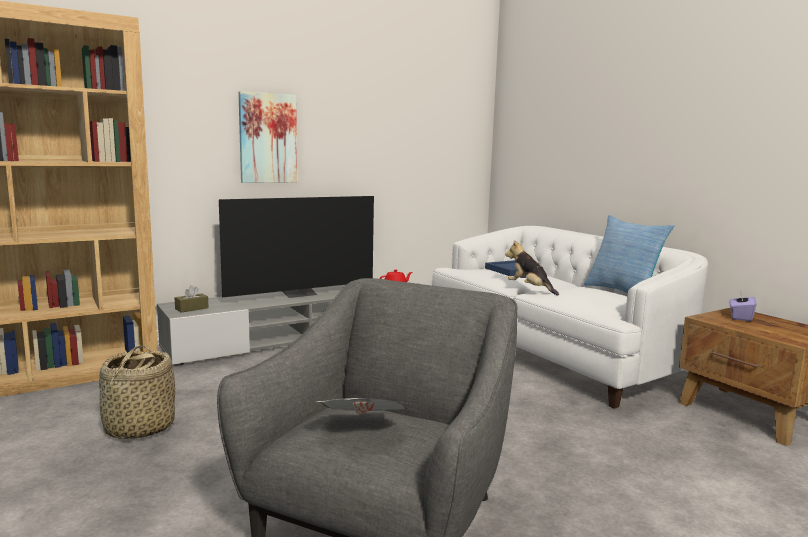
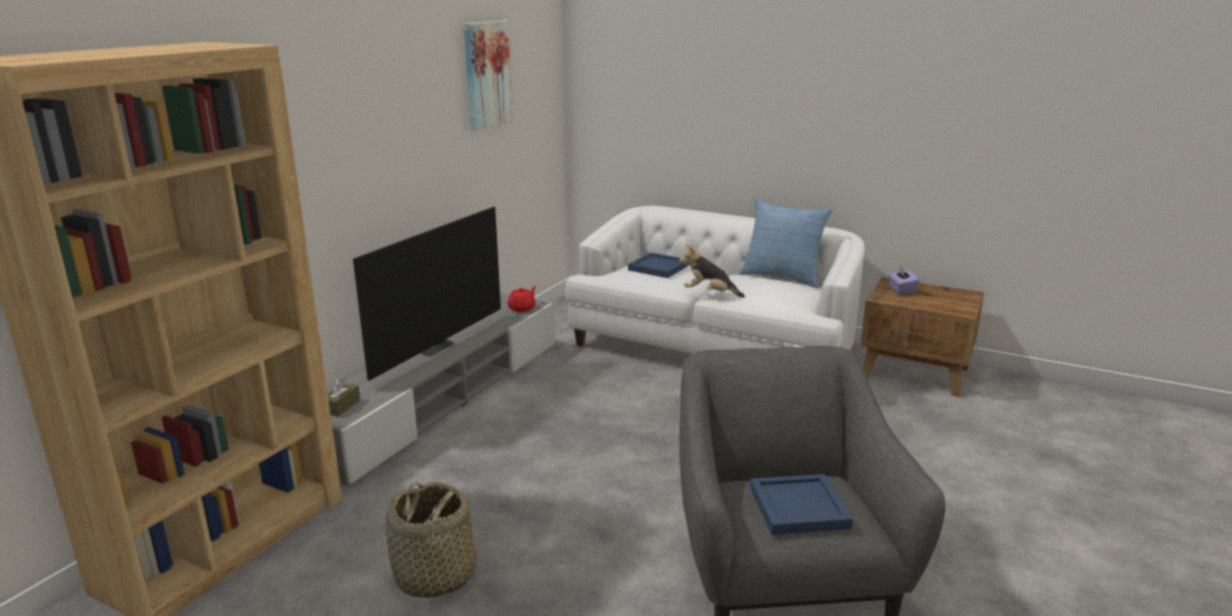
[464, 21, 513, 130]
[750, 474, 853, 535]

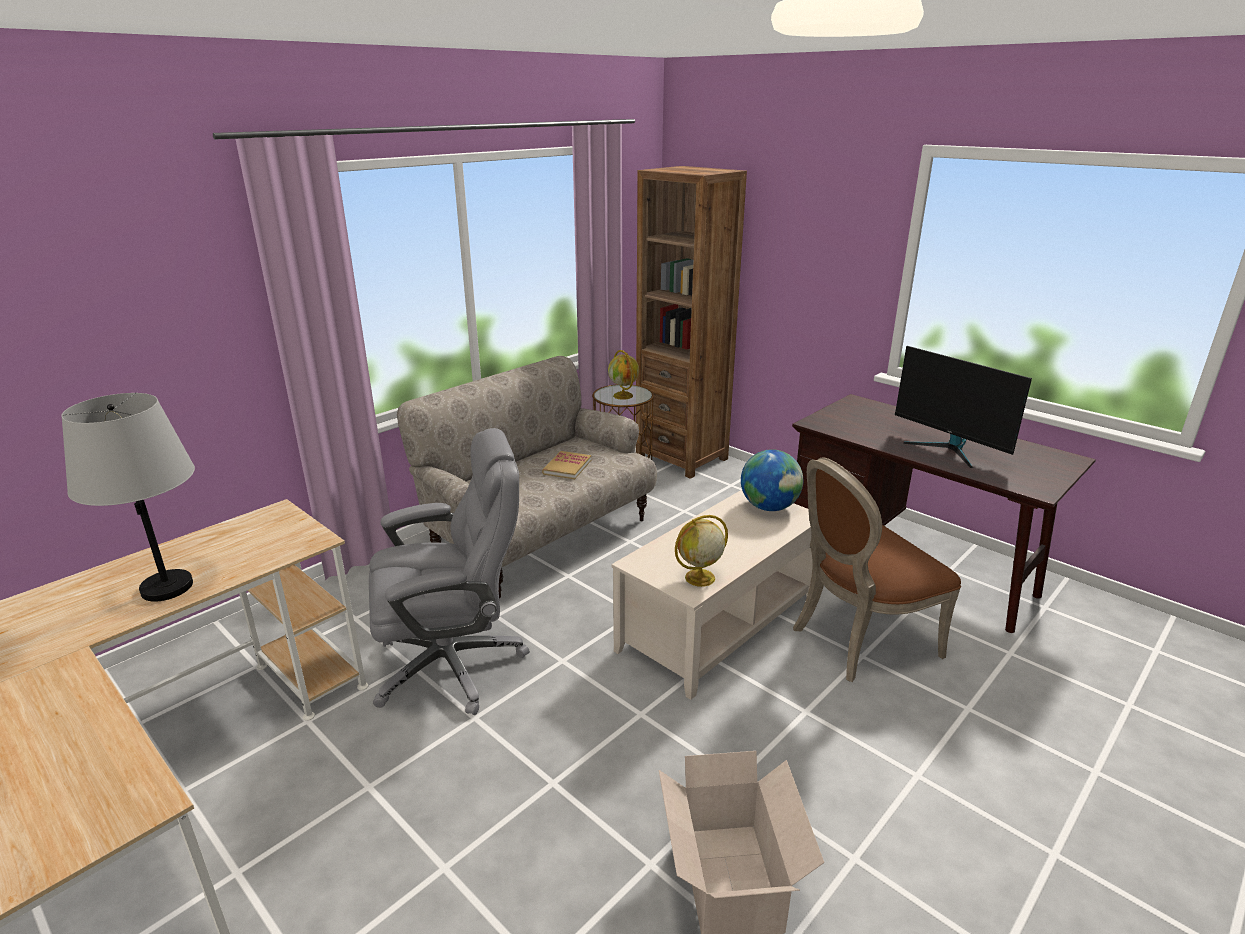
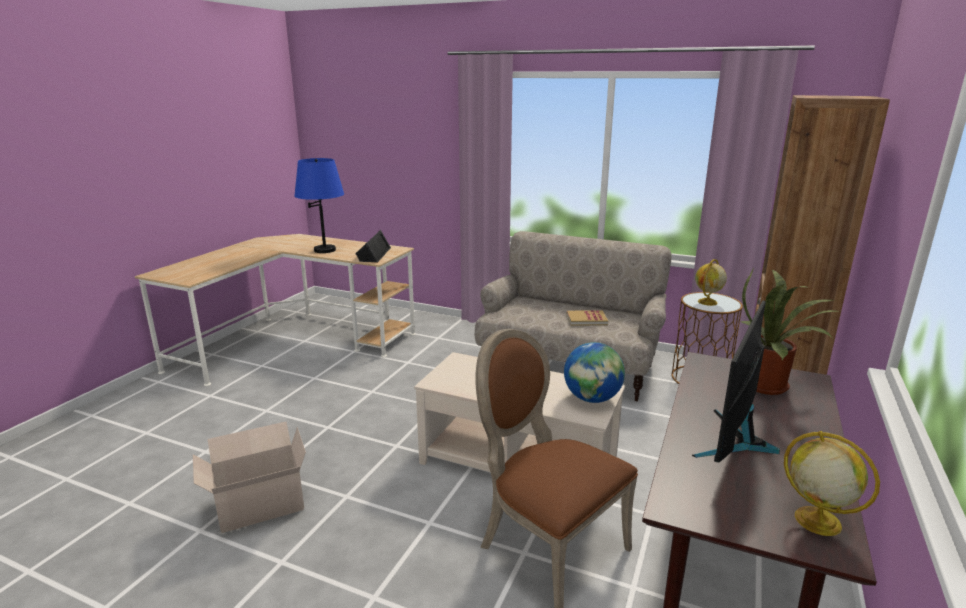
[294, 158, 344, 253]
[355, 230, 391, 262]
[741, 268, 840, 395]
[784, 431, 880, 536]
[369, 428, 530, 715] (first image)

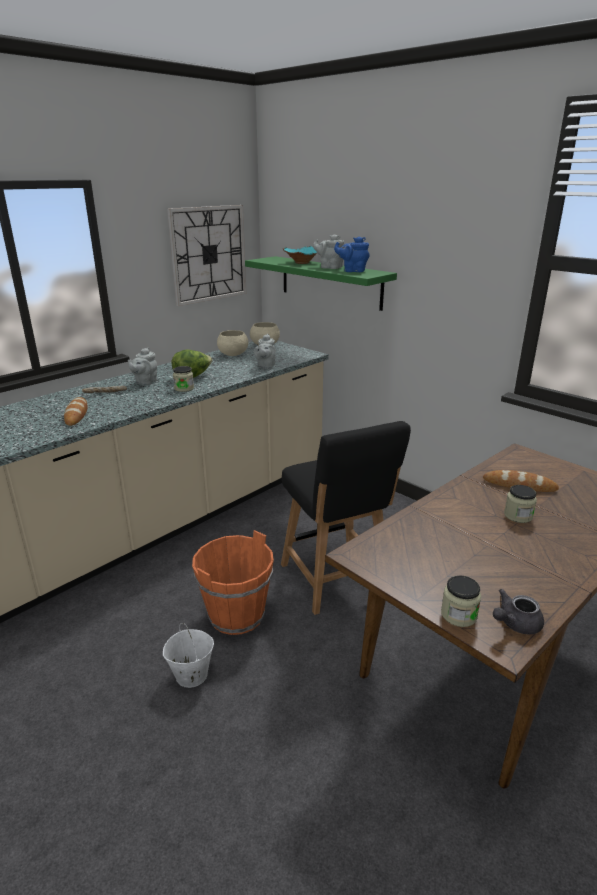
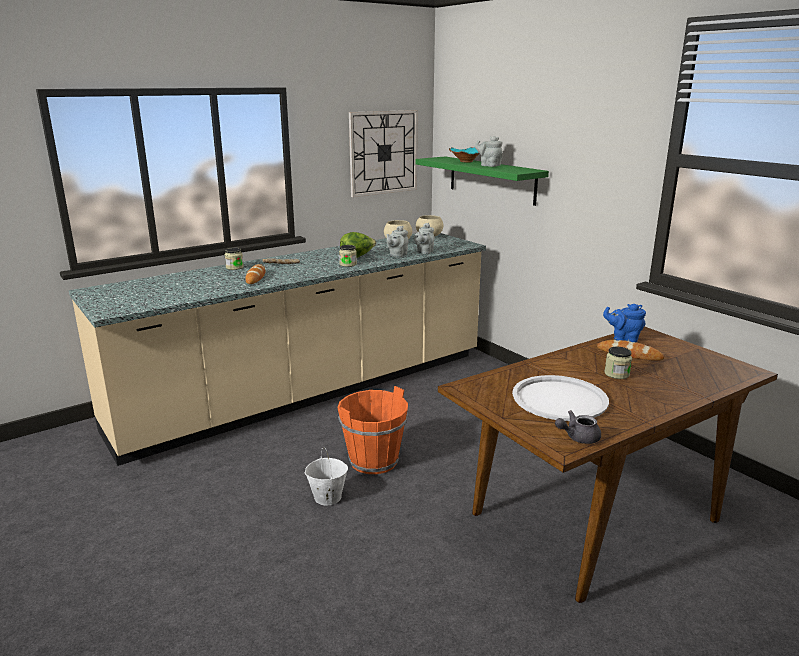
[224, 248, 244, 270]
[387, 226, 409, 258]
[512, 375, 609, 421]
[603, 304, 646, 342]
[281, 421, 411, 615] (first image)

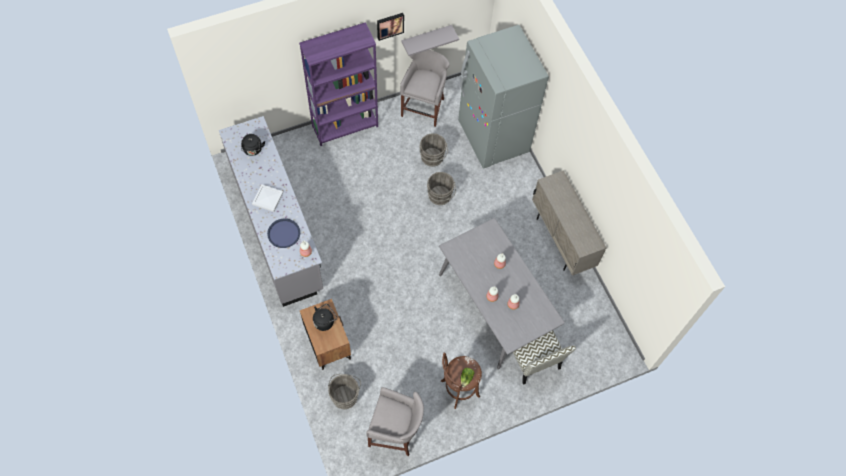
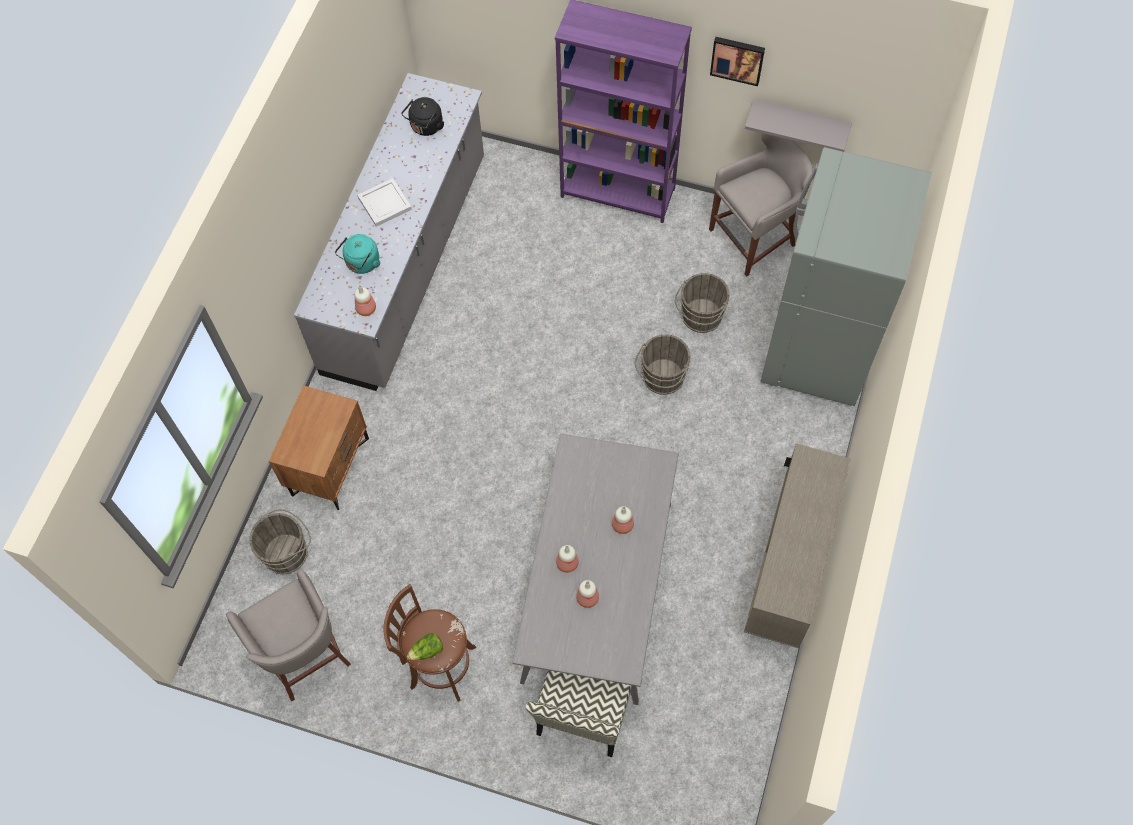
[335, 234, 380, 274]
[313, 304, 337, 331] (first image)

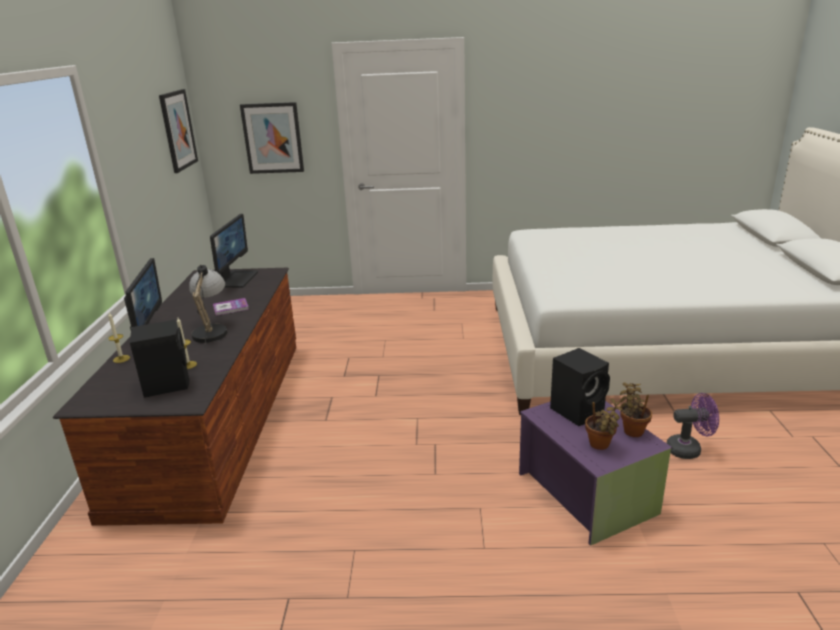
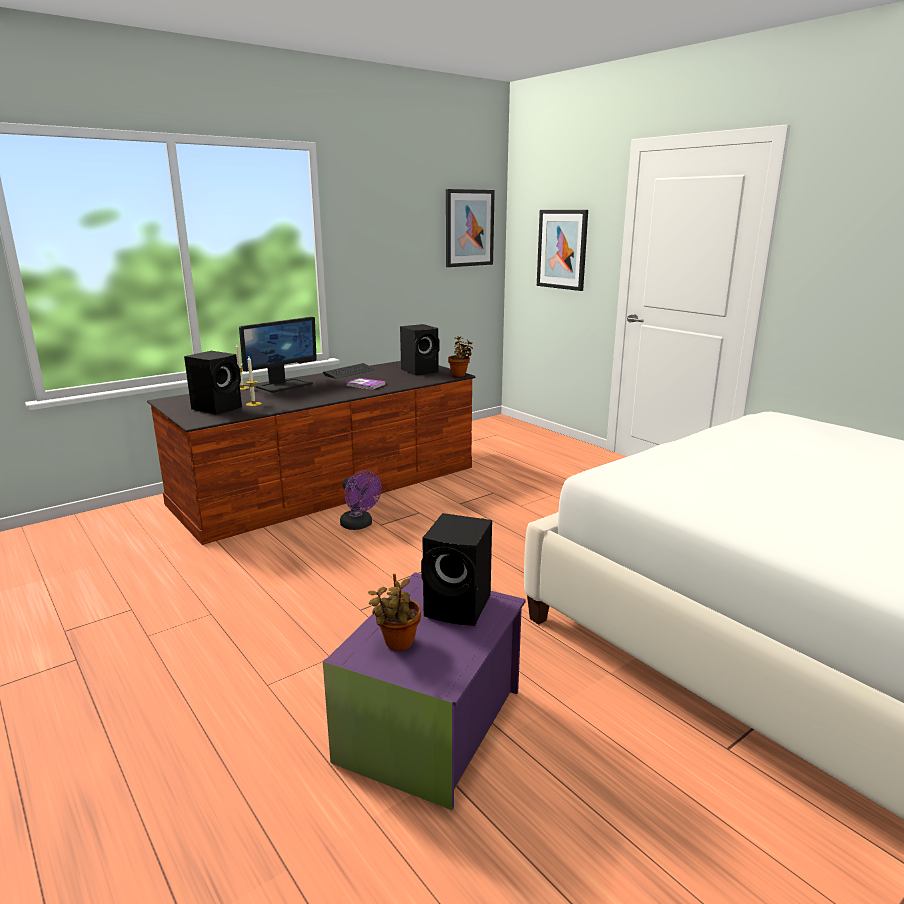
[323, 363, 375, 379]
[340, 470, 382, 530]
[400, 324, 440, 375]
[448, 336, 473, 377]
[189, 265, 228, 349] (first image)

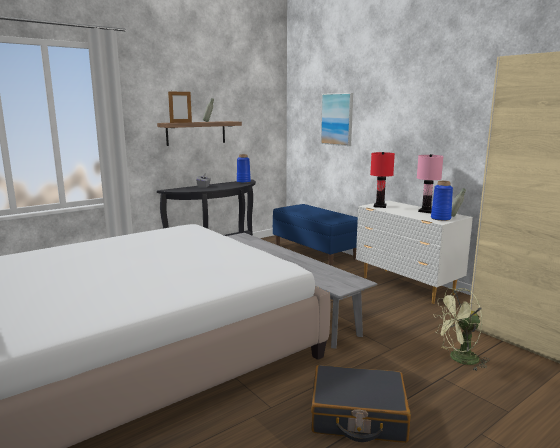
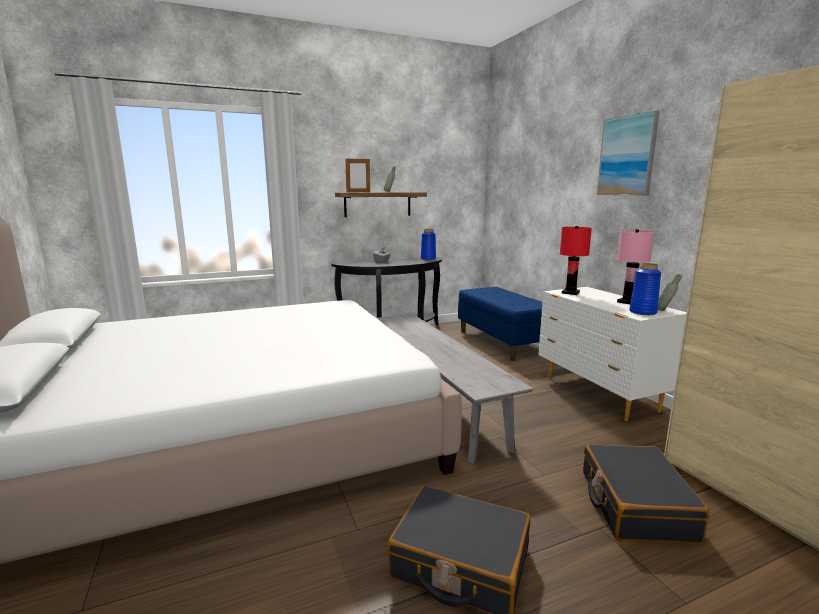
[583, 444, 710, 543]
[597, 110, 660, 196]

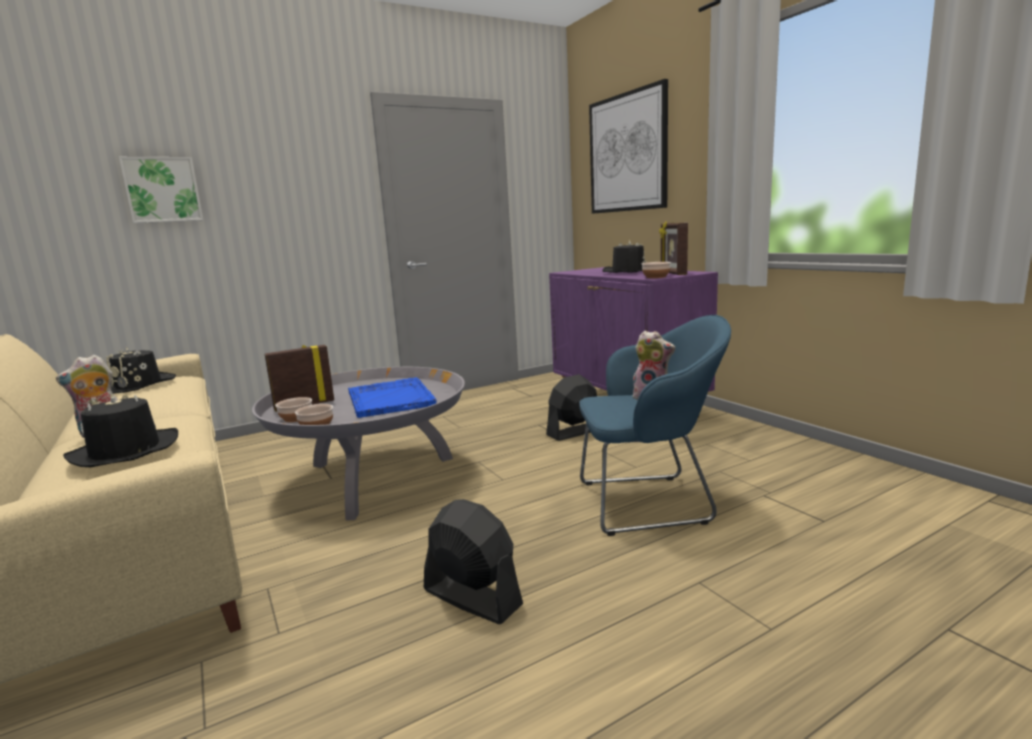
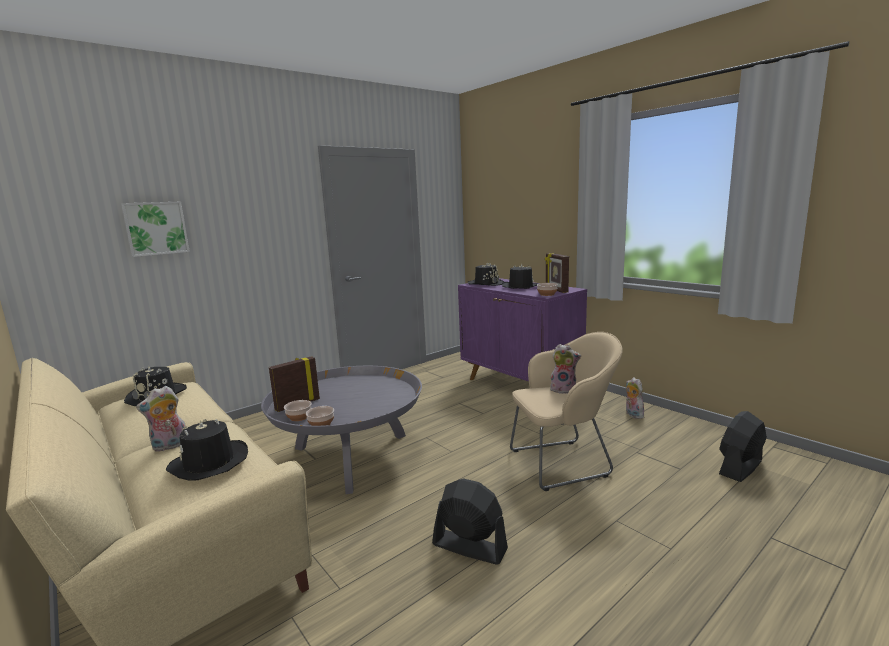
[468, 263, 504, 286]
[510, 332, 622, 491]
[626, 377, 644, 419]
[719, 411, 767, 482]
[348, 377, 436, 418] (first image)
[589, 79, 668, 214] (first image)

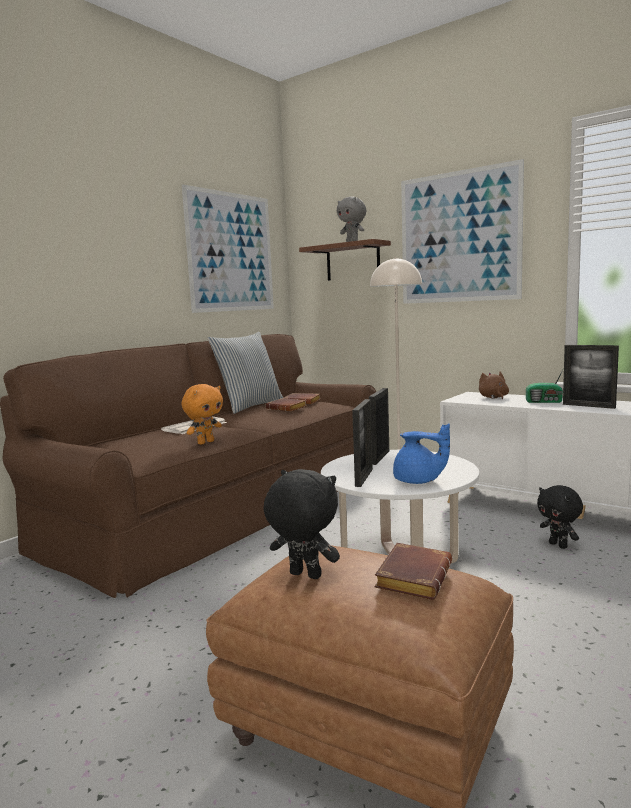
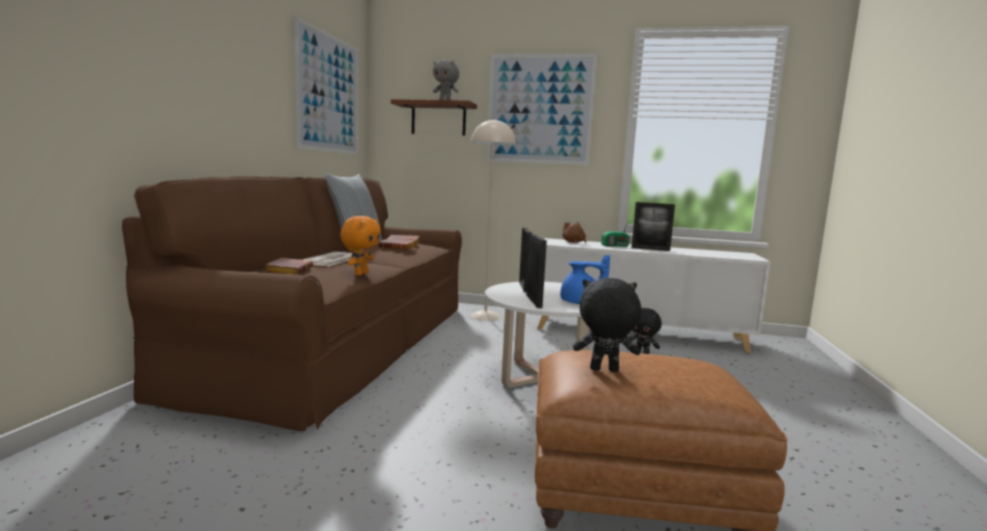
[264, 258, 313, 275]

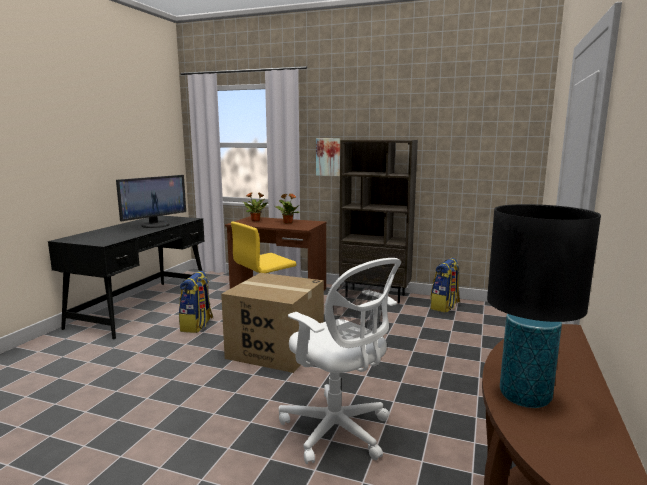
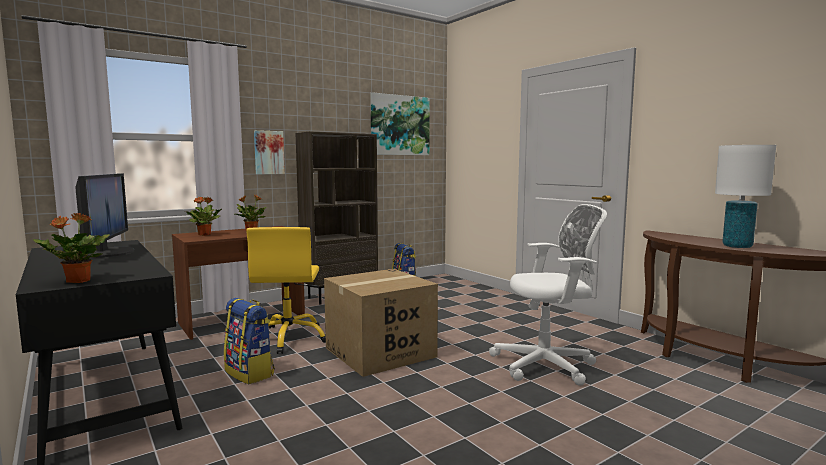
[33, 213, 110, 283]
[370, 92, 430, 155]
[715, 145, 776, 248]

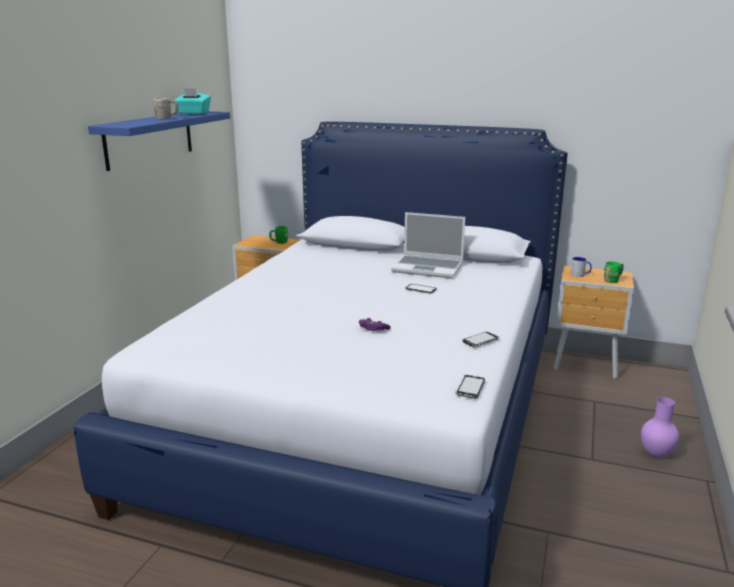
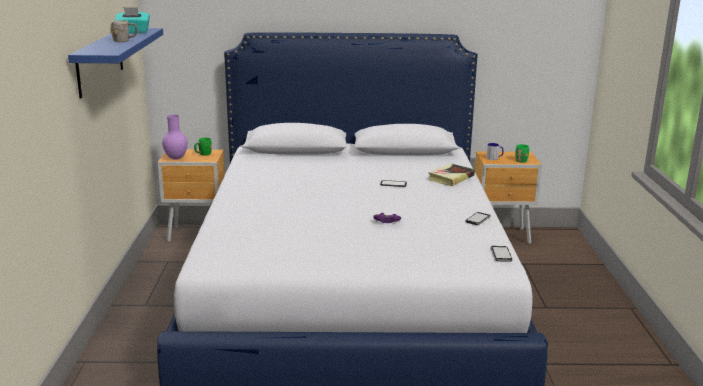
[162, 115, 188, 160]
[428, 163, 475, 186]
[391, 212, 465, 279] (first image)

